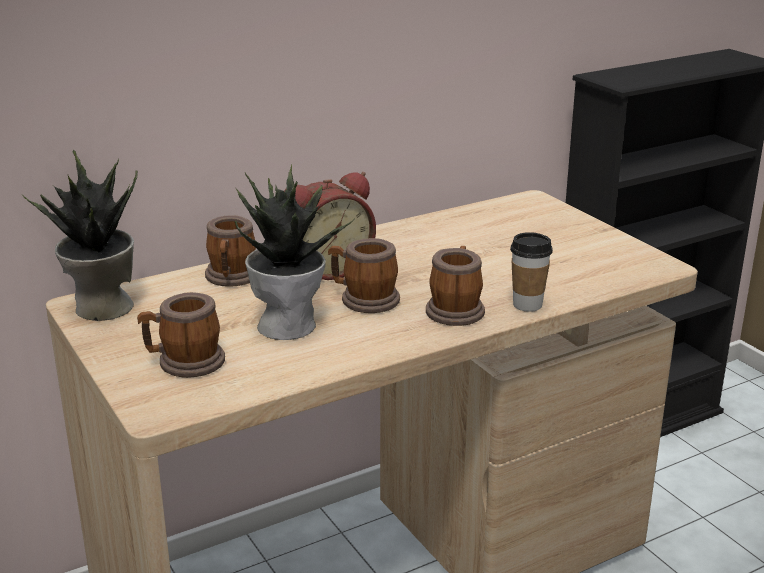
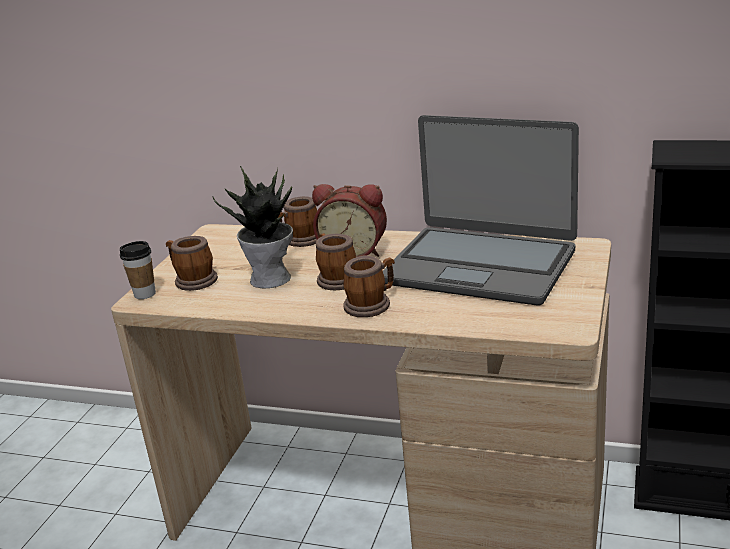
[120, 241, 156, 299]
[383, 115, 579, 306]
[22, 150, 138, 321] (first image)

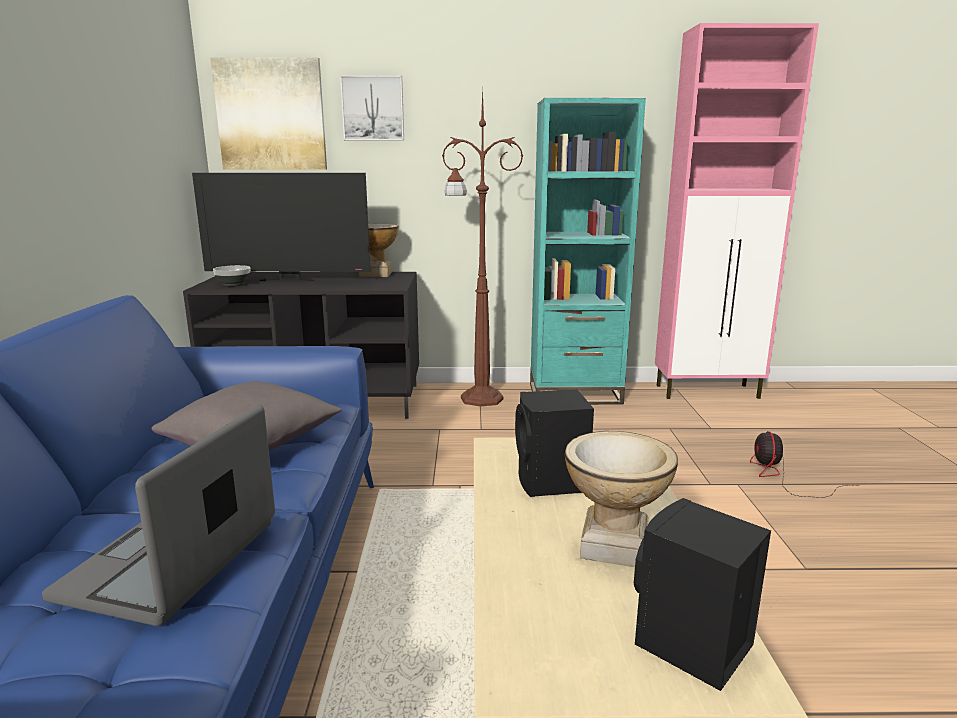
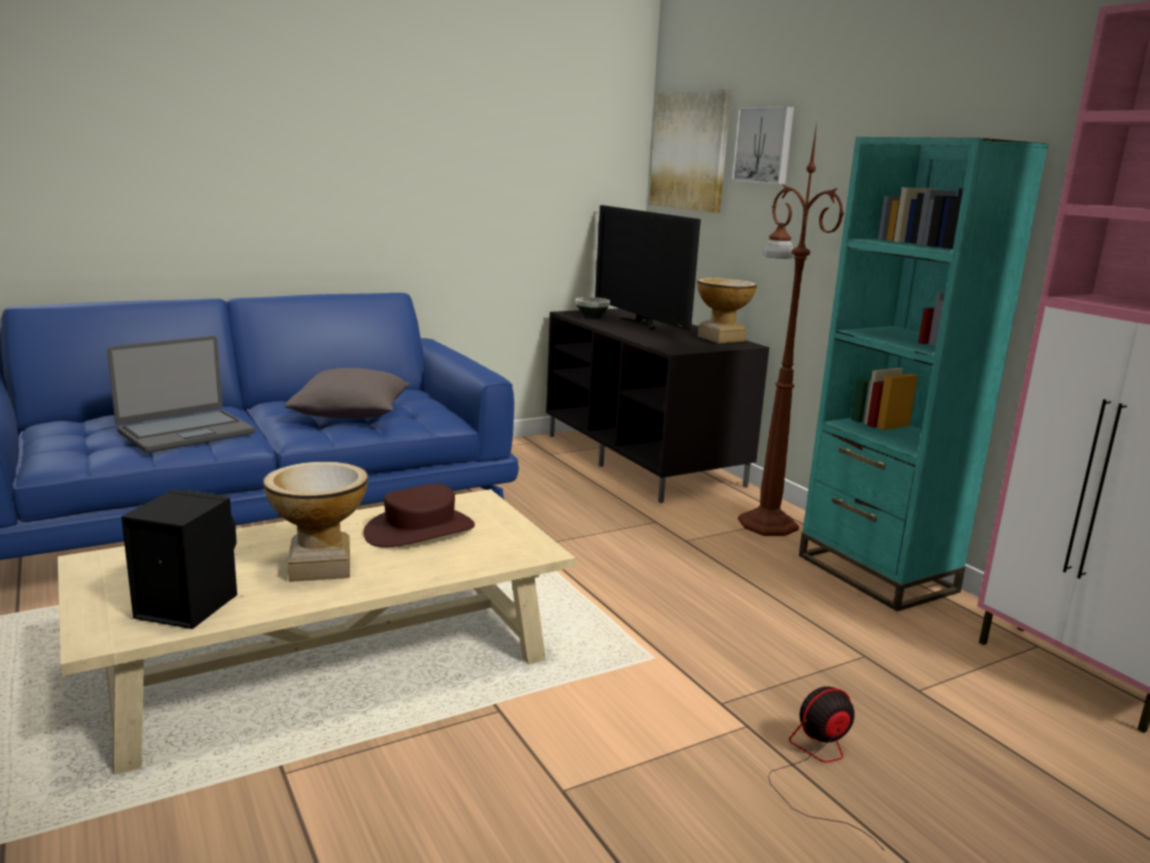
[107, 336, 255, 453]
[363, 484, 475, 548]

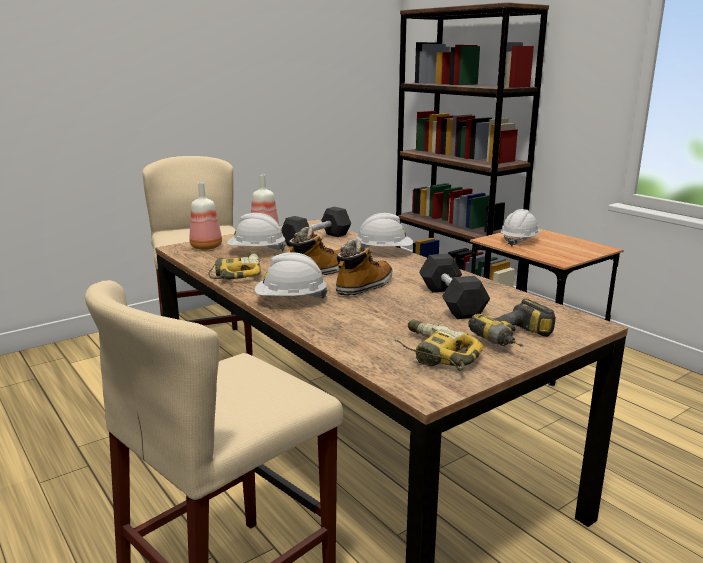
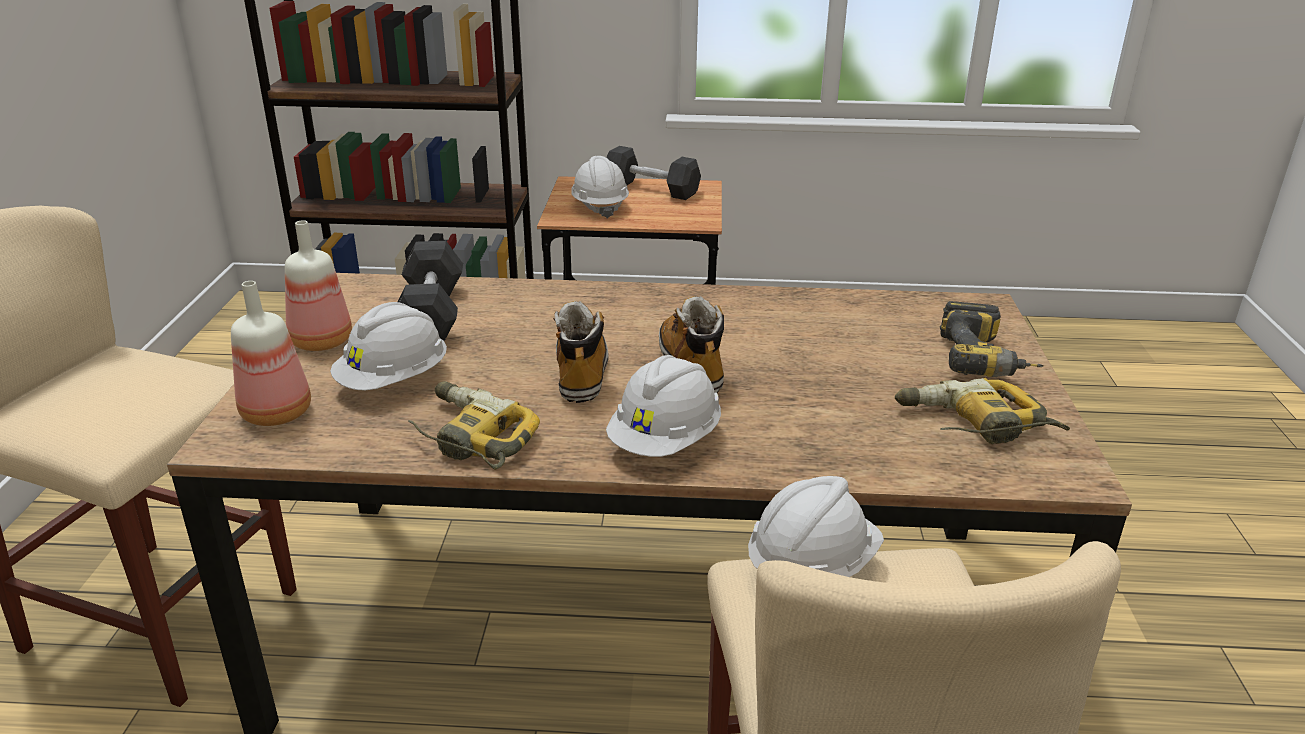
[607, 146, 701, 200]
[748, 476, 884, 577]

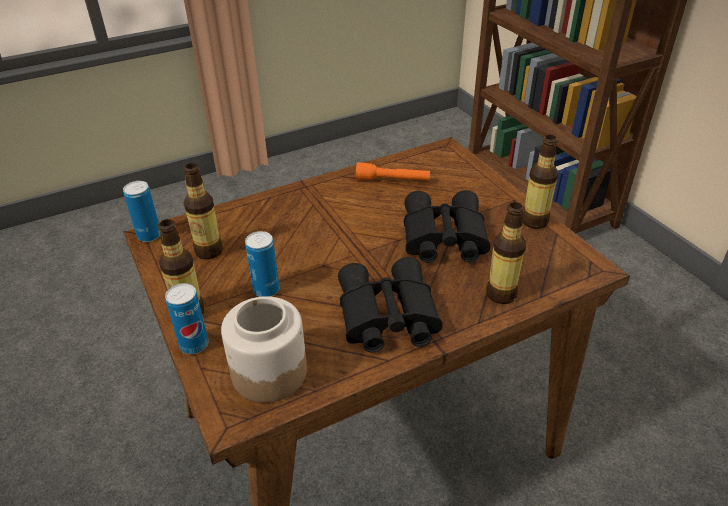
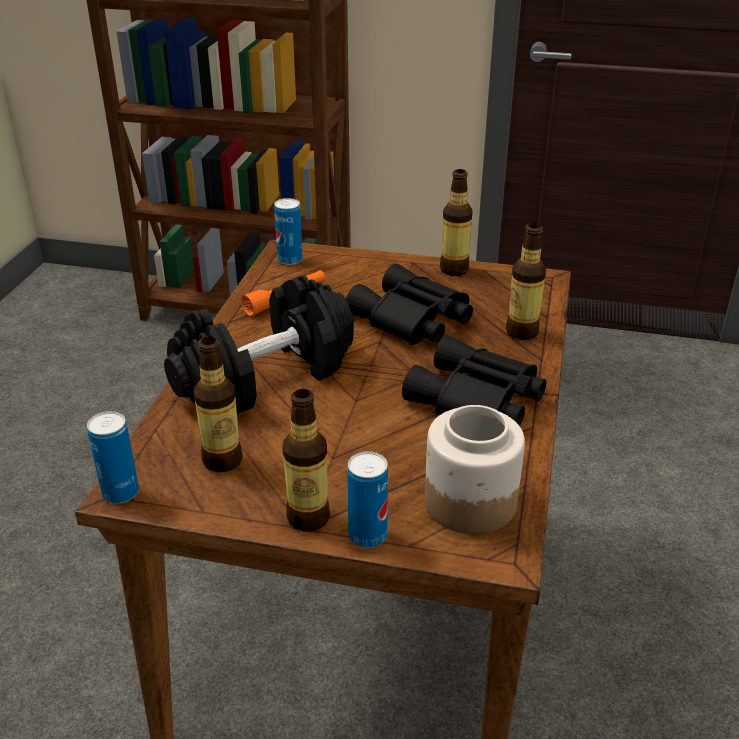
[164, 275, 354, 413]
[274, 198, 303, 265]

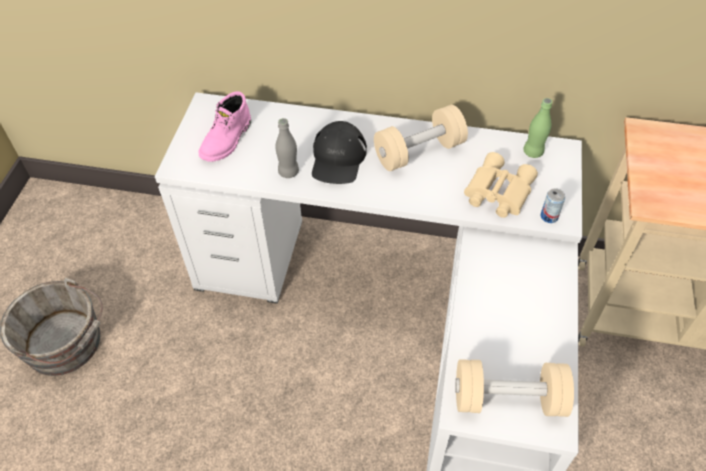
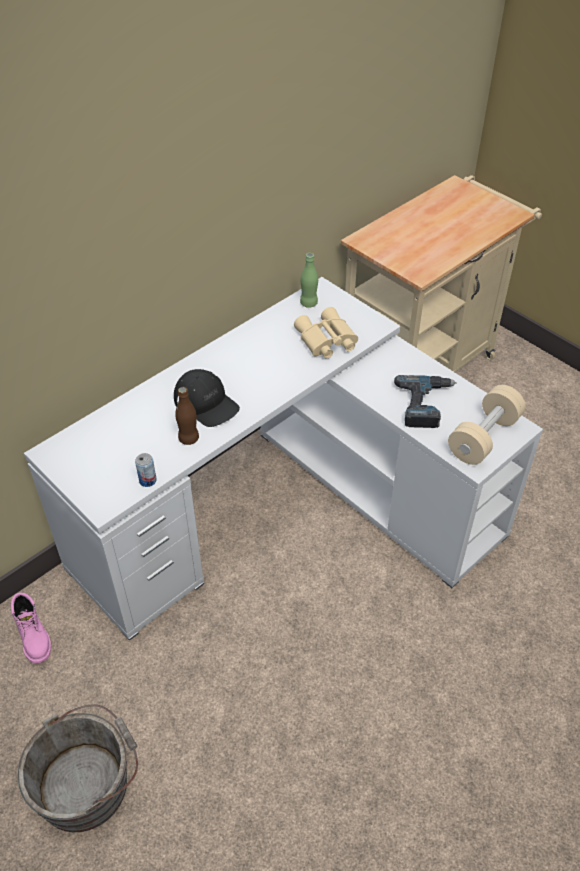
[11, 593, 51, 664]
[135, 453, 157, 487]
[175, 387, 199, 445]
[394, 375, 457, 428]
[374, 105, 468, 171] (first image)

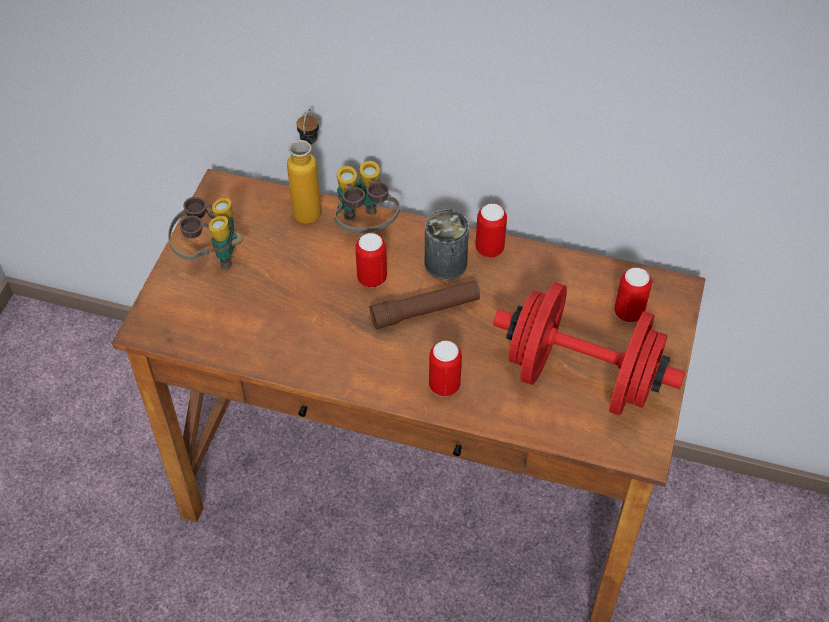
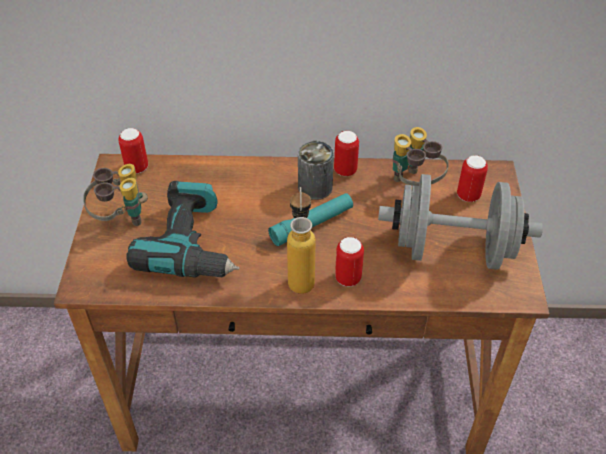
[118, 128, 148, 174]
[126, 181, 240, 278]
[268, 193, 353, 246]
[287, 187, 316, 294]
[378, 174, 543, 270]
[393, 127, 449, 186]

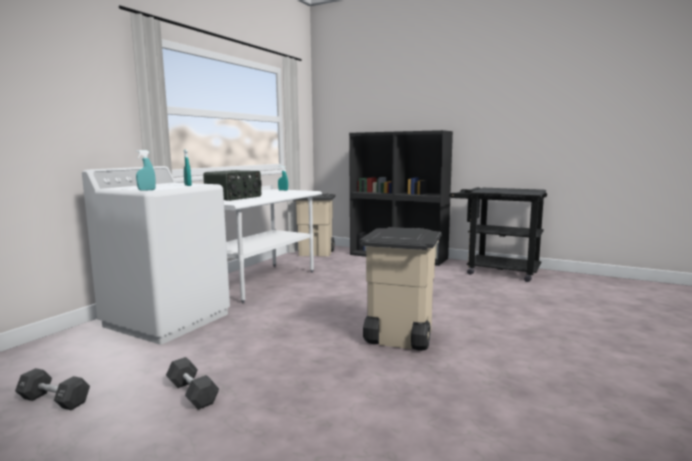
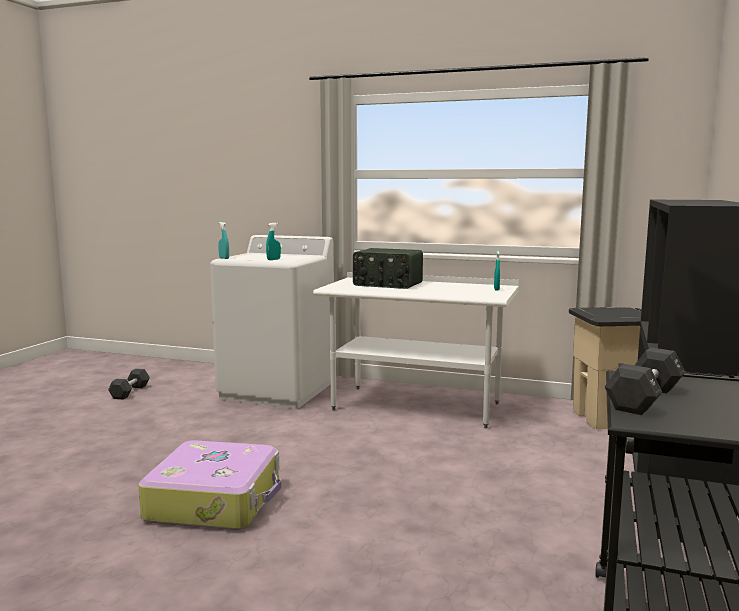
[138, 440, 282, 530]
[604, 348, 685, 415]

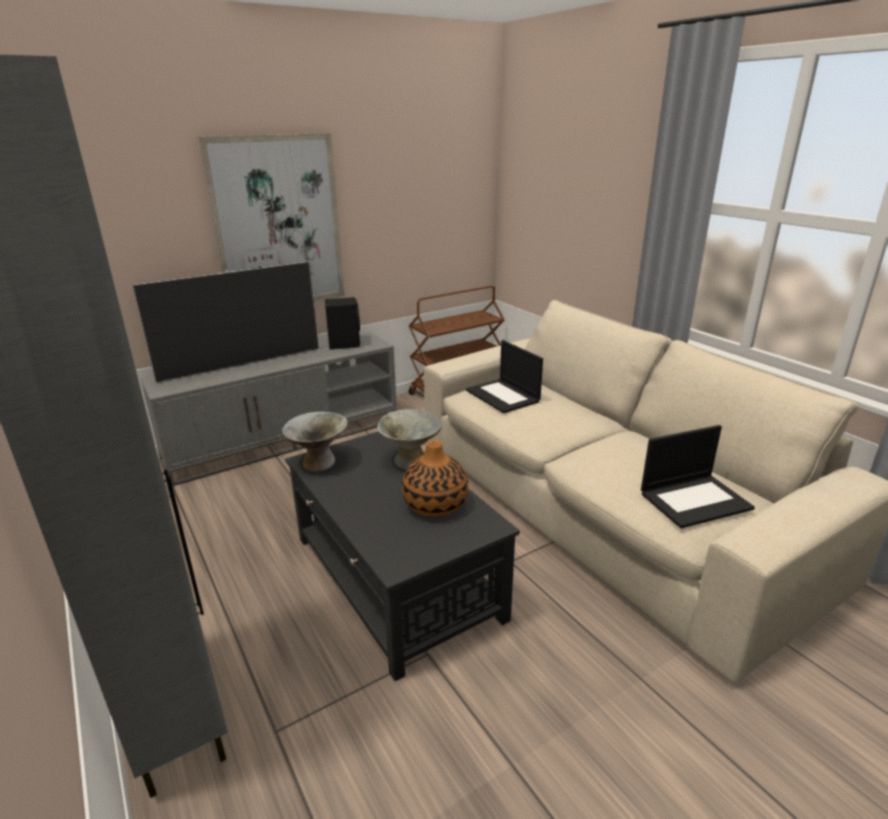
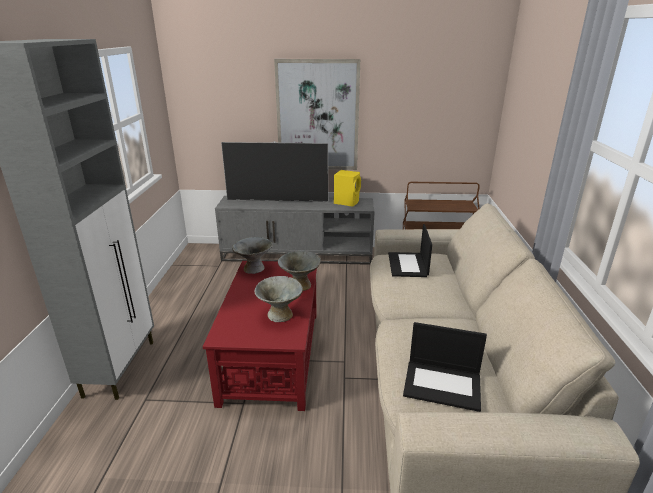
[203, 261, 317, 411]
[255, 276, 303, 322]
[334, 170, 361, 207]

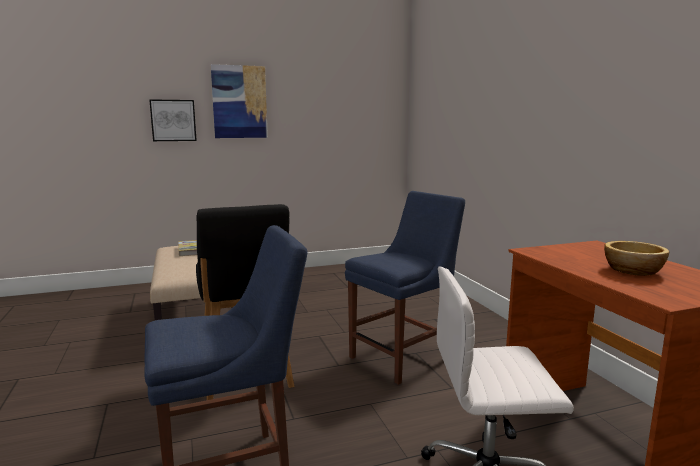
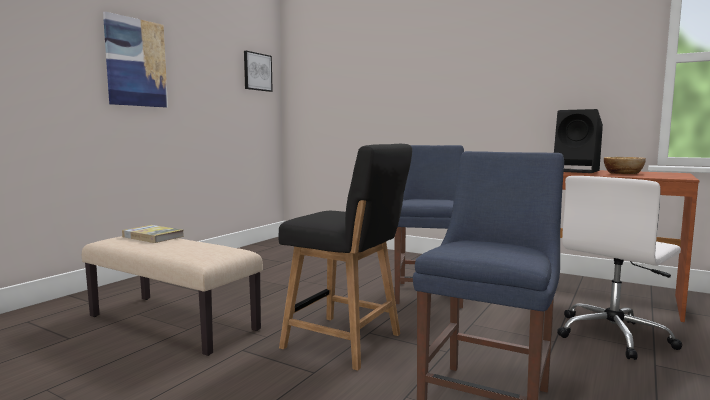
[244, 51, 273, 92]
[554, 109, 603, 173]

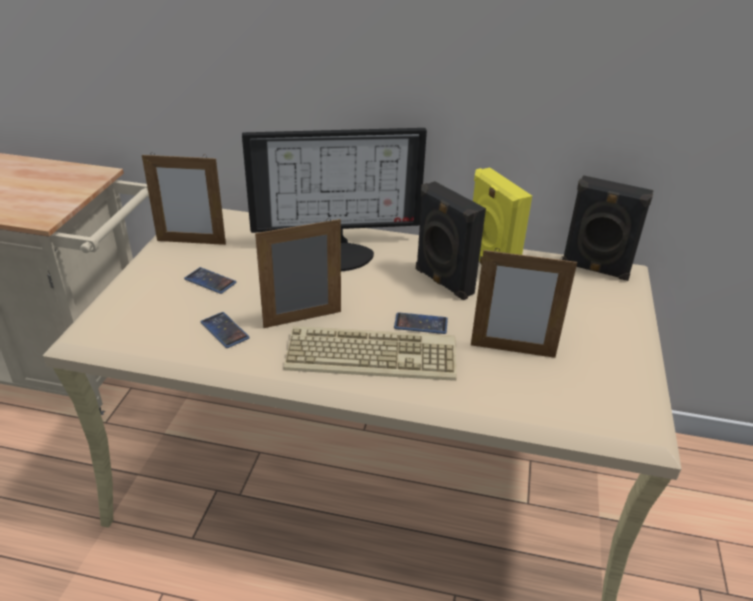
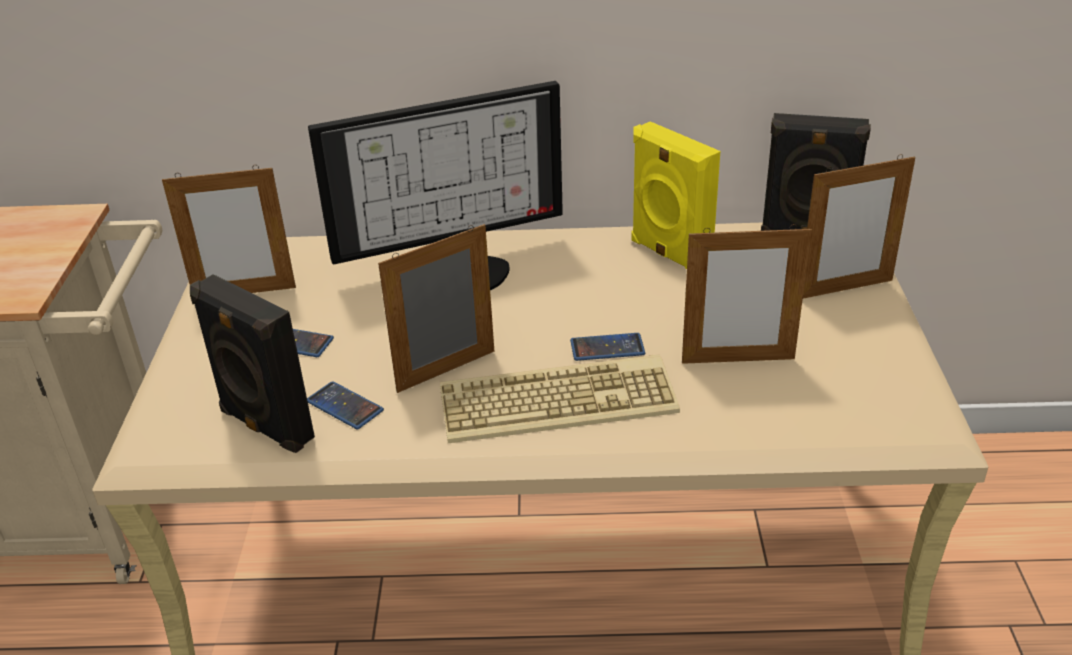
[190, 274, 315, 453]
[803, 154, 915, 299]

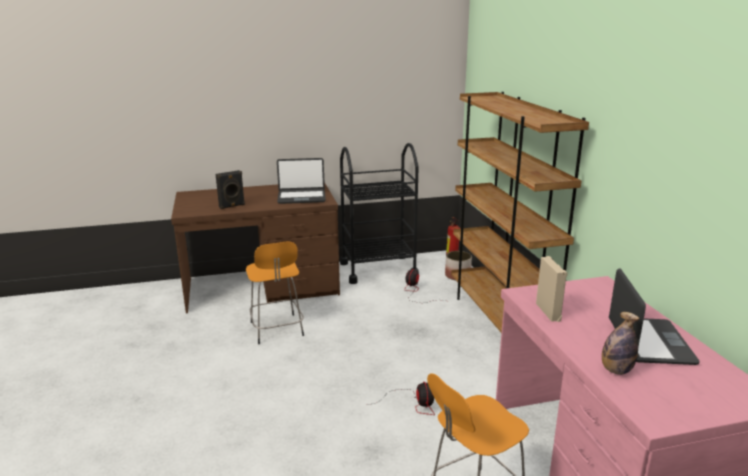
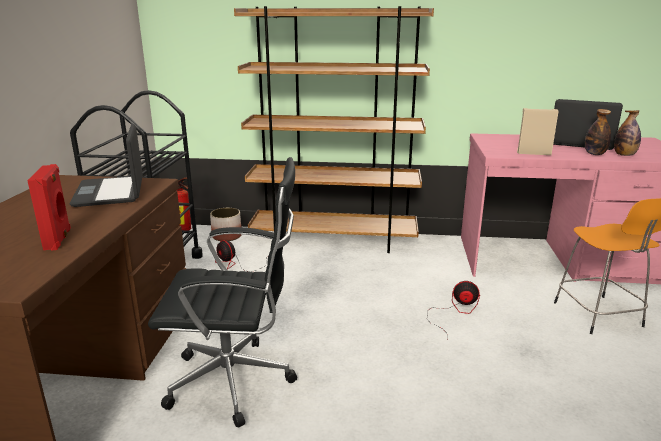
[27, 164, 71, 251]
[69, 123, 143, 207]
[148, 157, 297, 427]
[585, 109, 611, 155]

